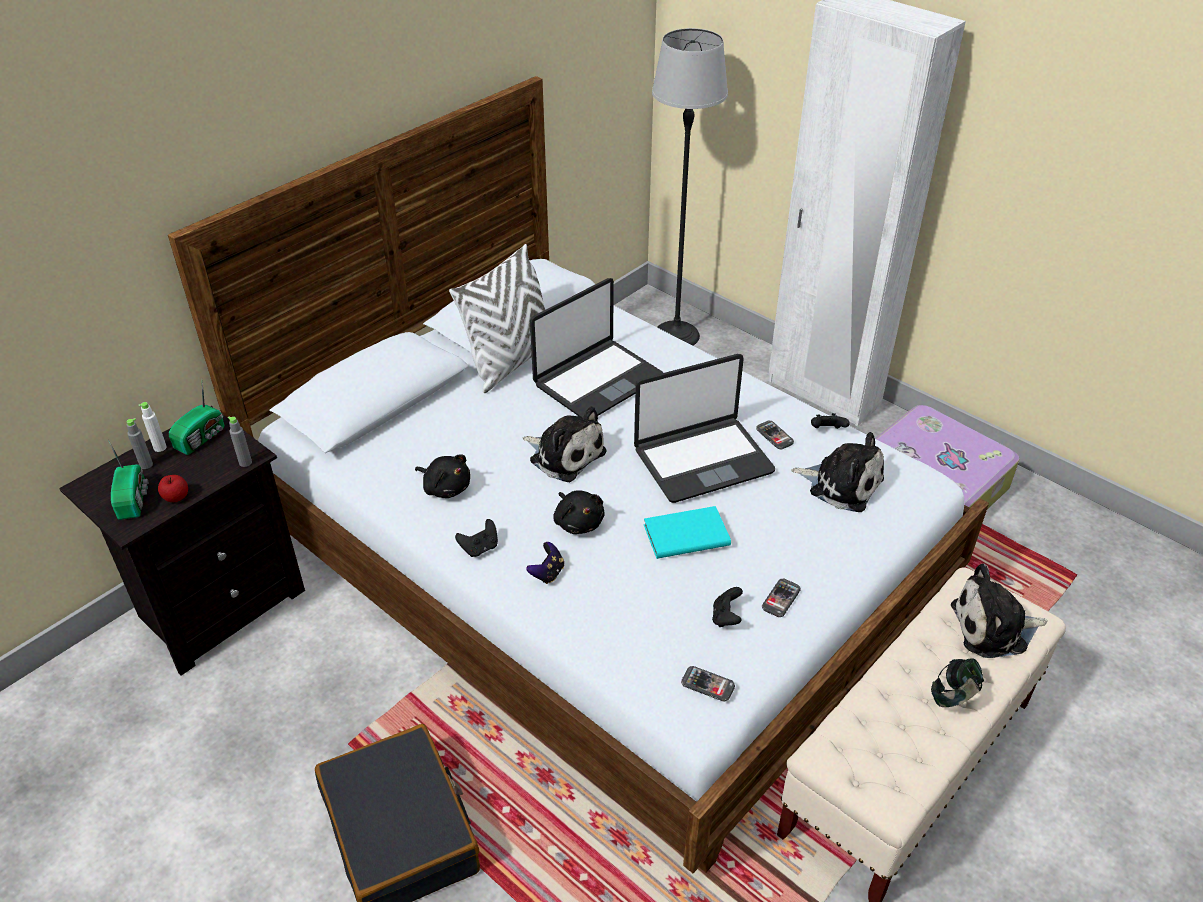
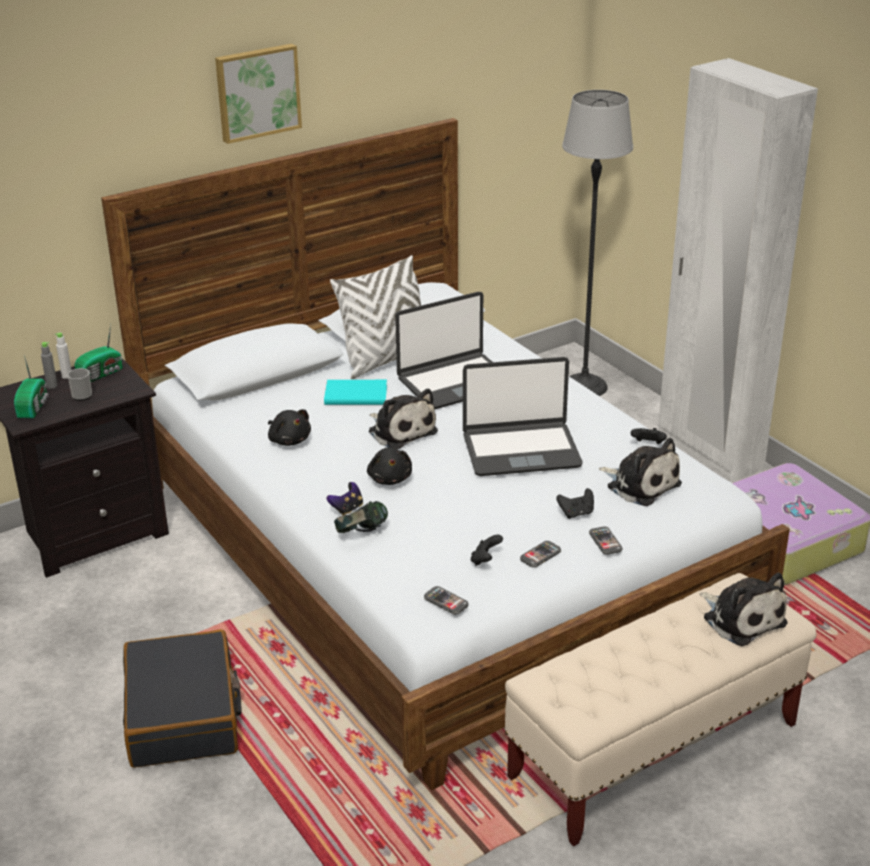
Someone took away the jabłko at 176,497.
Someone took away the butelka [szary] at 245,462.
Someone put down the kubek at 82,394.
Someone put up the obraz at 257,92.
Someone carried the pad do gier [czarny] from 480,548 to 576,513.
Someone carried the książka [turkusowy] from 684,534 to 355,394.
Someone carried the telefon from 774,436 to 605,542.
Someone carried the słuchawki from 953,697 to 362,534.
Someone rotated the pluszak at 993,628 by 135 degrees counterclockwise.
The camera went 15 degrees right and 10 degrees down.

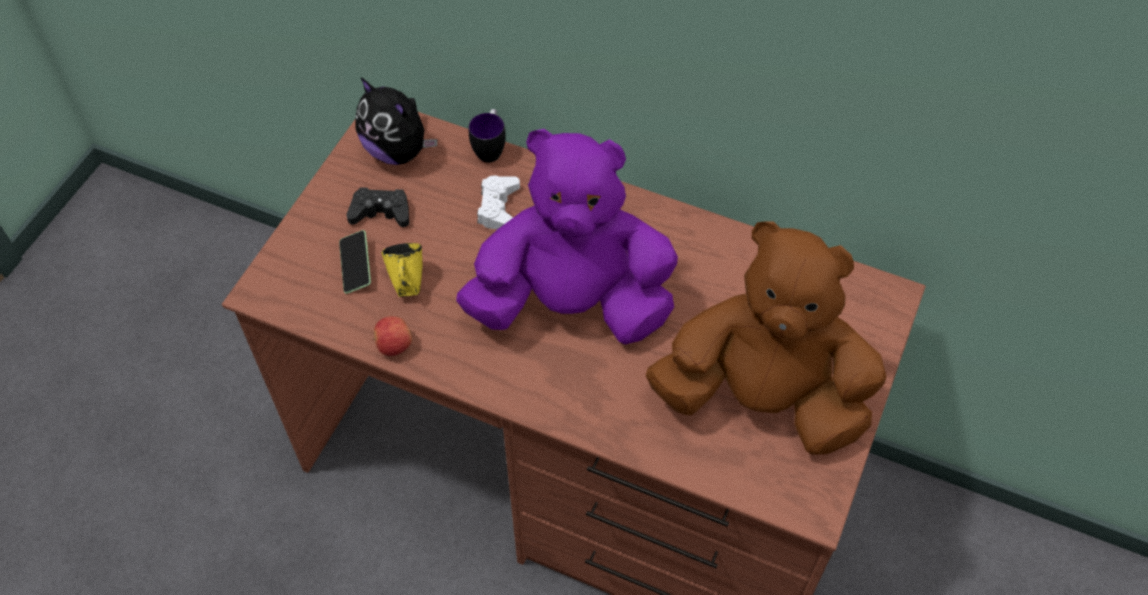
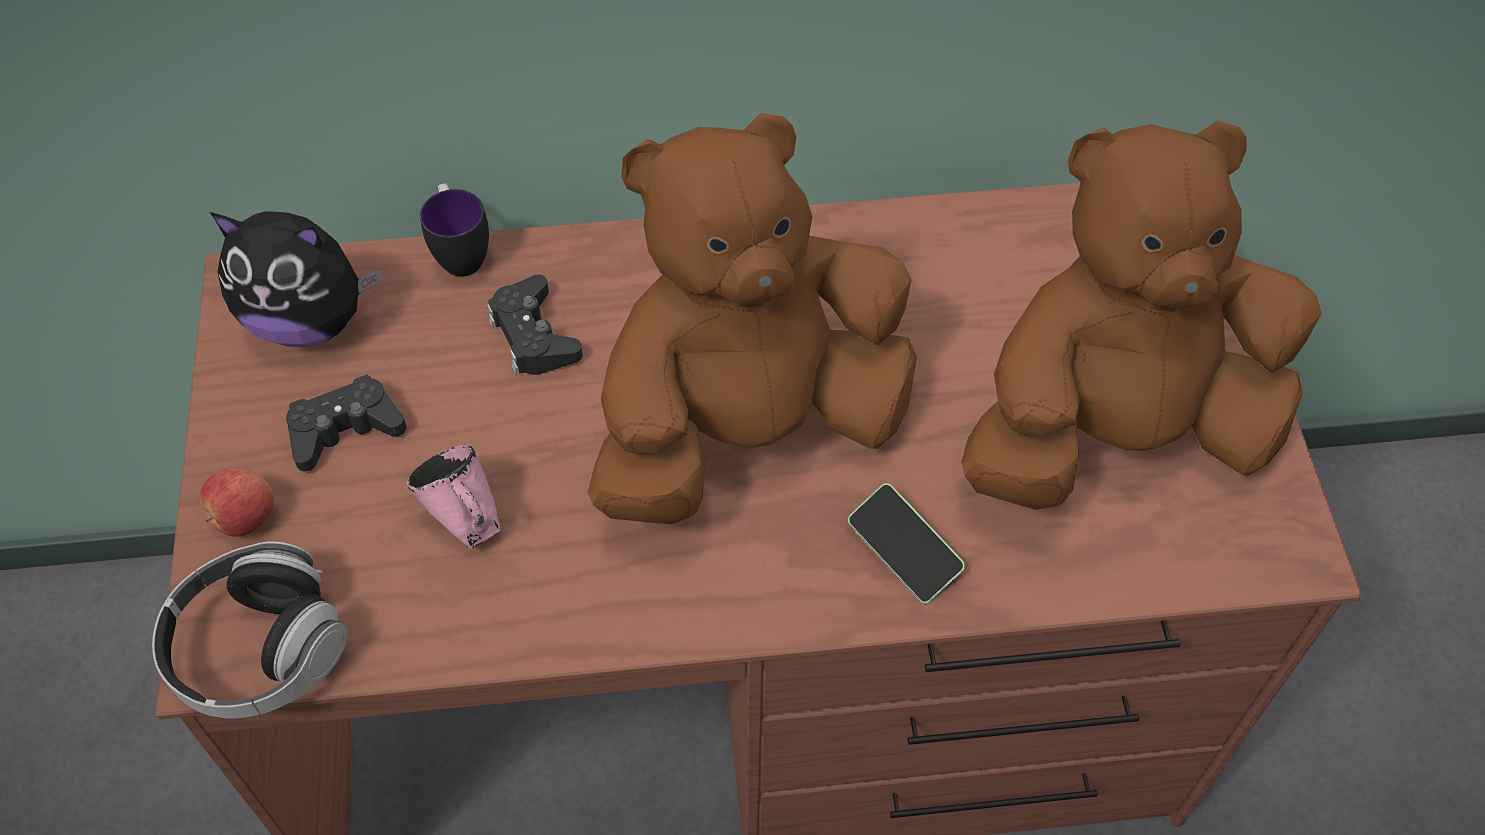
Someone put down the słuchawki at 259,650.
Someone carried the telefon from 356,267 to 904,551.
Someone carried the jabłko from 394,345 to 244,517.
Someone repainted the kubek [żółty] at 407,283, which became the kubek [różowy] at 465,522.
Someone repainted the pluszak [fioletowy] at 572,304, which became the pluszak [brązowy] at 748,428.
Someone repainted the pad do gier [biały] at 498,207, which became the pad do gier [czarny] at 534,335.
The camera went 30 degrees left and 0 degrees up.

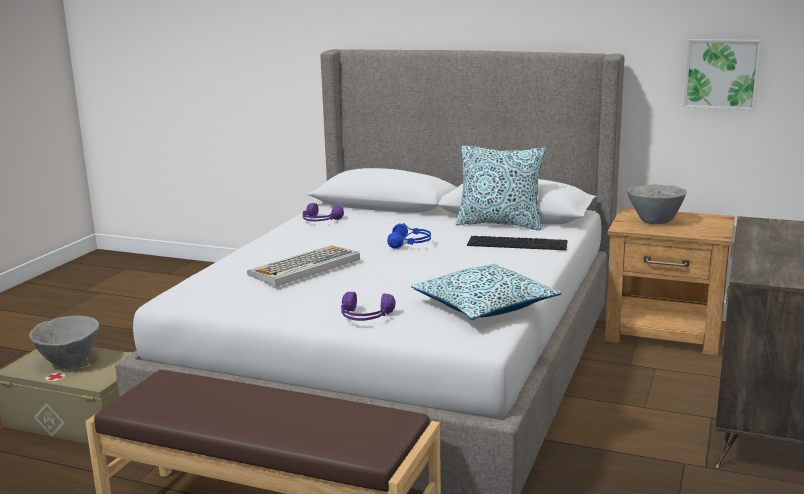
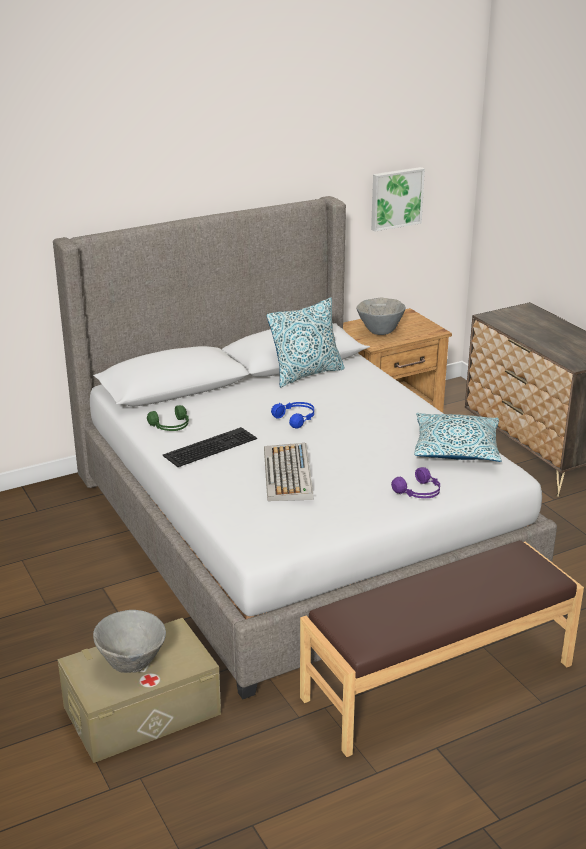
Someone carried the klawiatura from 518,243 to 210,446.
Someone repainted the słuchawki [fioletowy] at 320,221, which became the słuchawki [zielony] at 171,426.
The camera went 50 degrees left and 10 degrees up.

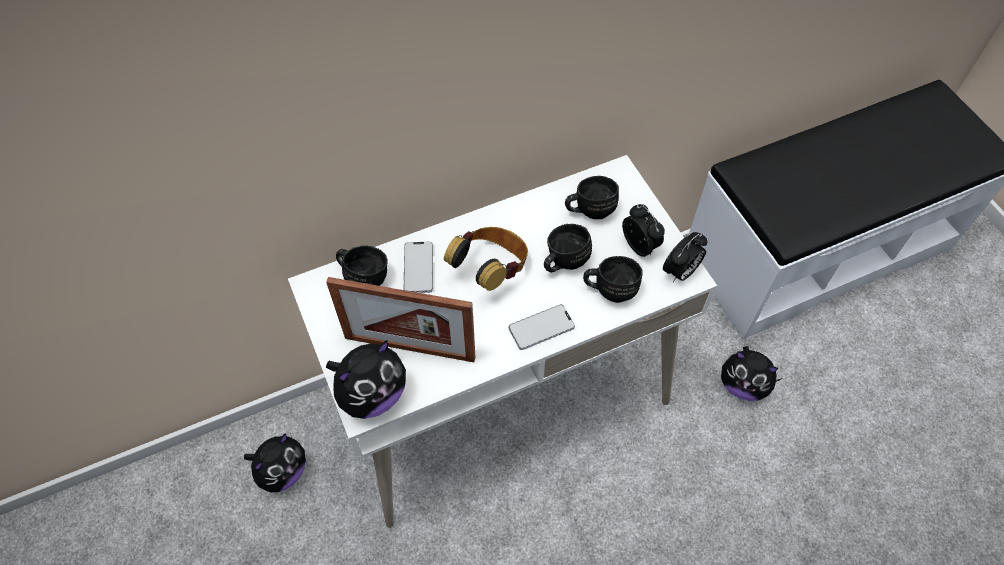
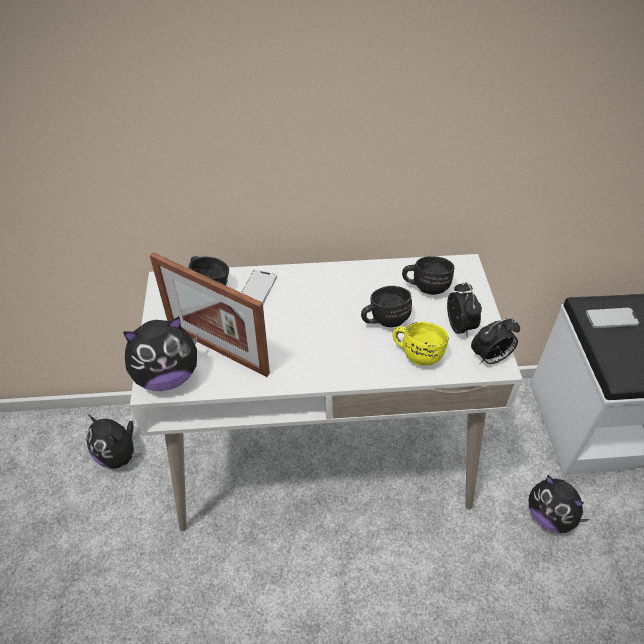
Someone took away the słuchawki at 491,269.
Someone carried the telefon from 541,328 to 611,318.
Someone repainted the kubek [czarny] at 610,288, which became the kubek [żółty] at 417,352.
Someone rotated the pluszak at 282,471 by 75 degrees clockwise.
The camera went 20 degrees right and 10 degrees down.

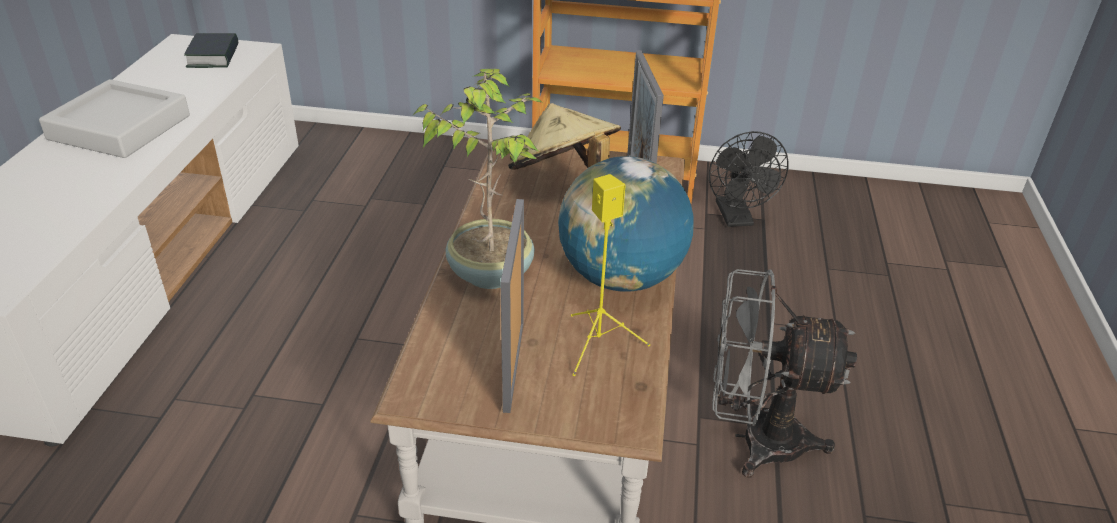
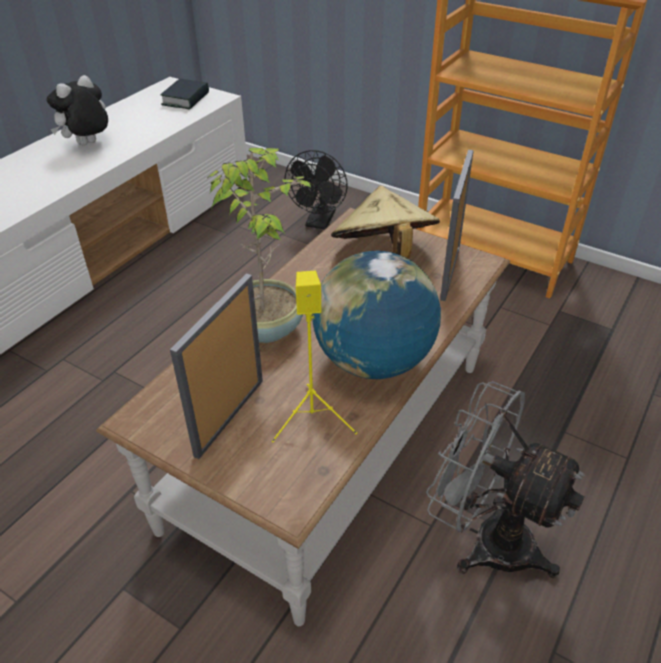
Someone carried the wentylator [czarny] from 737,219 to 319,222.
Someone swapped the taca [szary] at 120,127 for the pluszak at 88,145.
The camera went 25 degrees right and 5 degrees up.

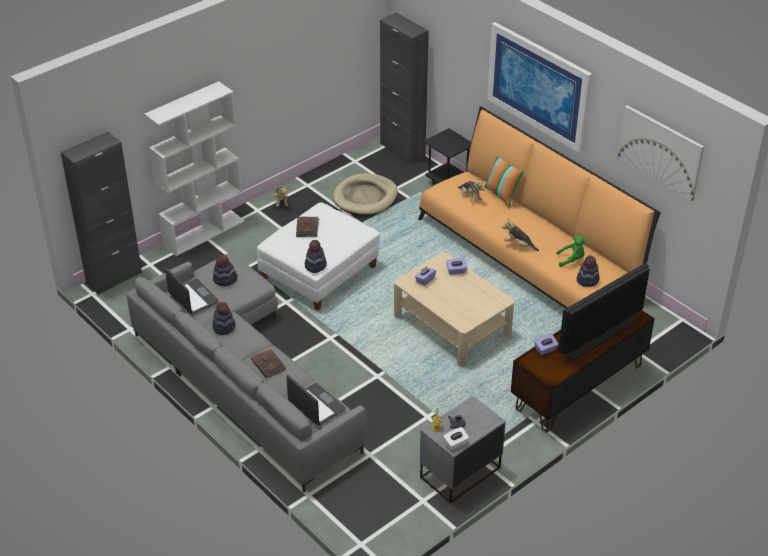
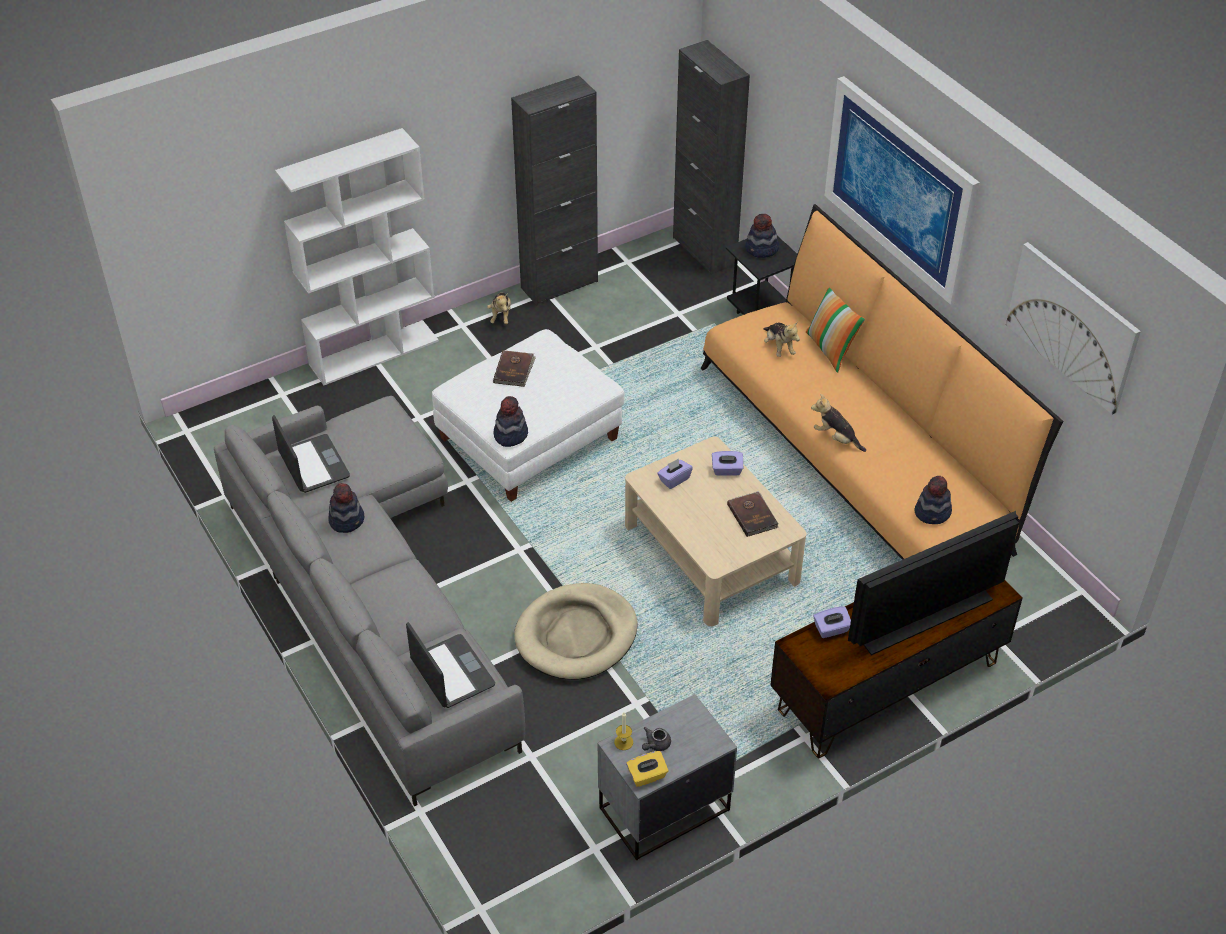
Someone took away the pluszak [zielony] at 571,260.
Someone carried the szafka [czarny] from 114,278 to 559,284.
Someone carried the kapelusz from 225,280 to 761,249.
Someone carried the książka [brązowy] from 269,364 to 753,515.
Someone carried the legowisko [beżowy] from 365,197 to 576,635.
Someone repainted the pudełko chusteczek [biały] at 455,444, which became the pudełko chusteczek [żółty] at 647,776.
The camera went 10 degrees right and 5 degrees up.

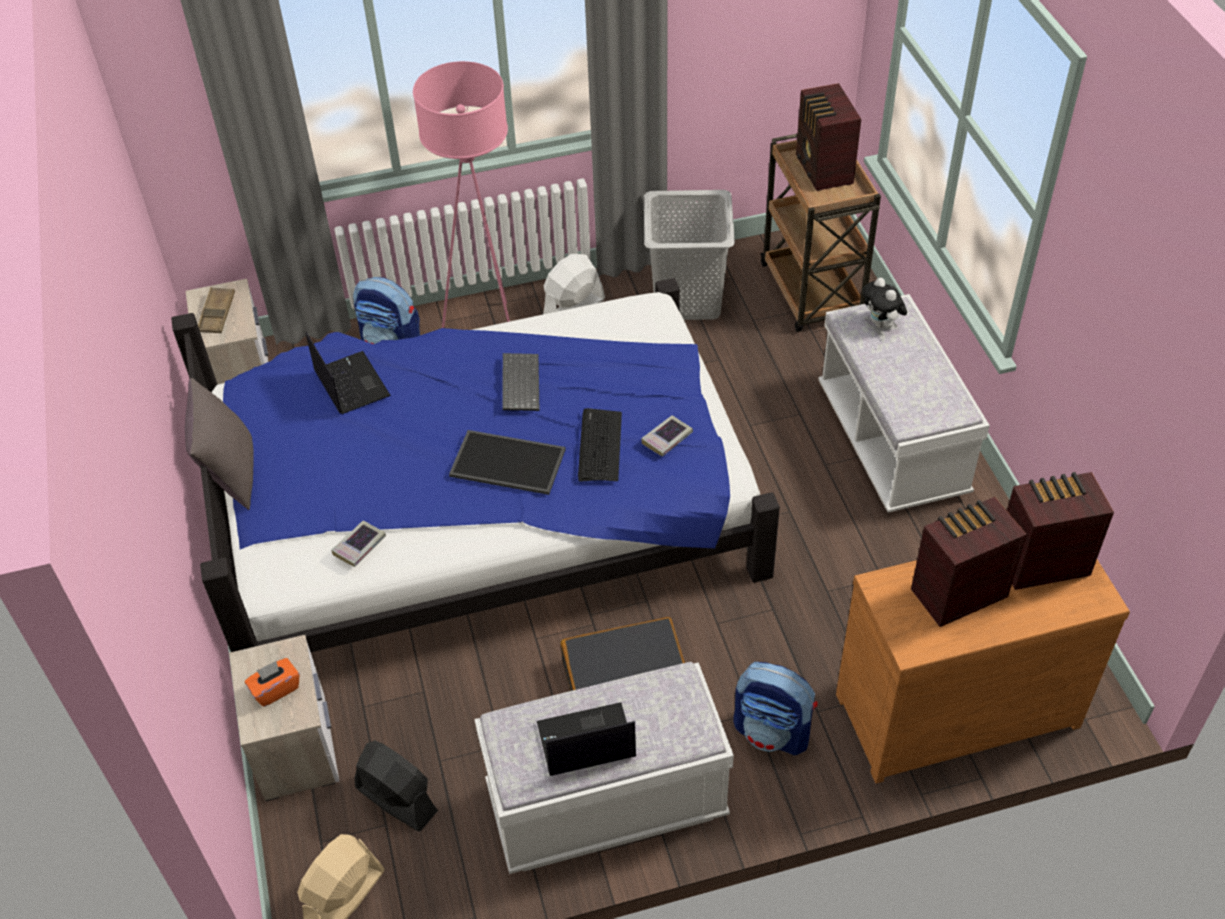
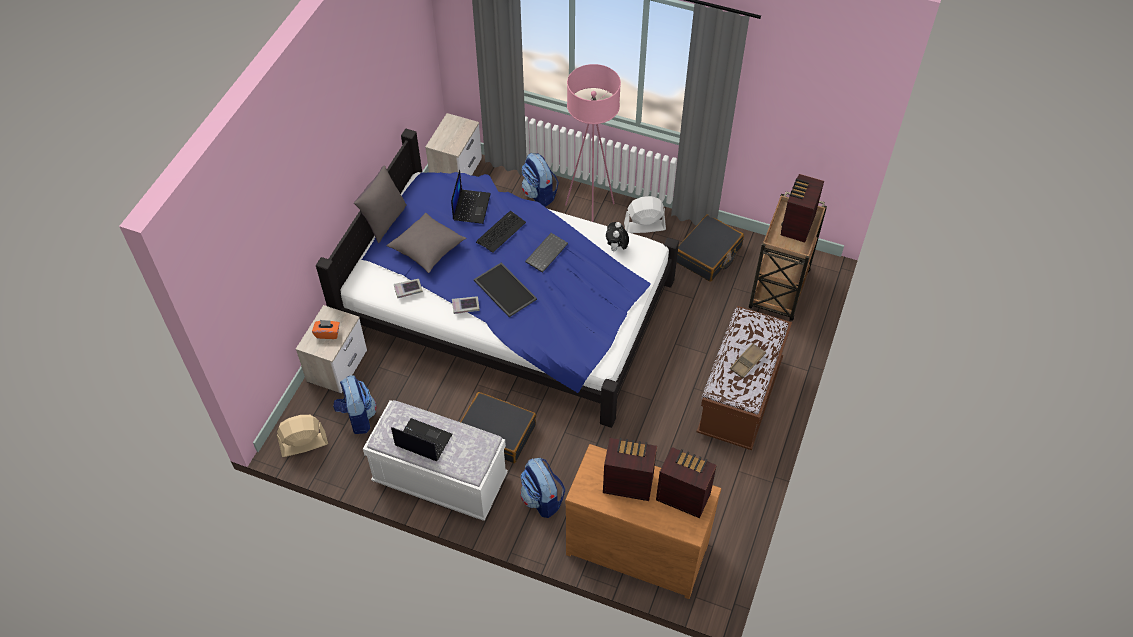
Someone put down the poduszka [szary] at 428,250.
Someone carried the taca [brązowy] from 217,314 to 747,362.
Someone carried the klawiatura from 599,446 to 501,232.
Someone carried the książka from 667,438 to 465,306.
Someone carried the pluszak from 881,324 to 616,248.
Someone swapped the wentylator [czarny] at 396,799 for the plecak at 357,417.
Someone swapped the kosz na pranie [szary] at 686,299 for the walizka [czarny] at 708,254.
Someone repainted the ławka [biały] at 891,442, which became the ławka [brązowy] at 739,398.
The camera went 35 degrees right and 5 degrees up.

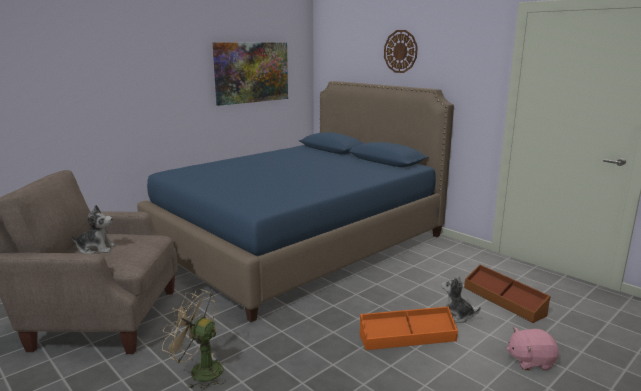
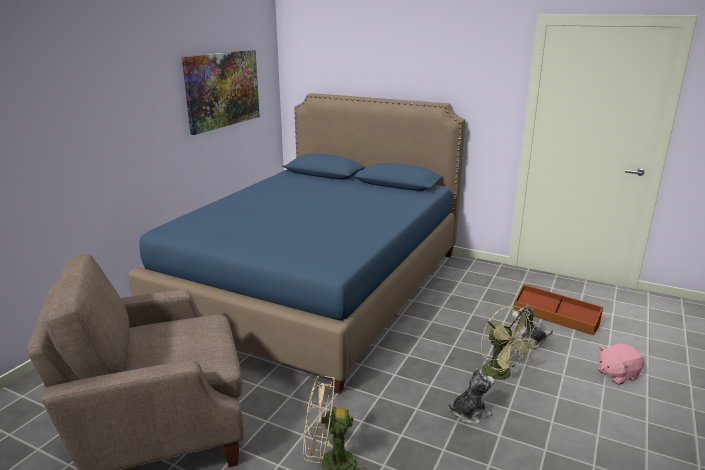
Someone took away the zegar ścienny at 400,51.
Someone carried the pluszak from 96,249 to 469,413.
Someone swapped the pojemnik do przechowywania [pomarańczowy] at 407,337 for the wentylator [zielony] at 501,375.
The camera went 20 degrees left and 5 degrees up.

